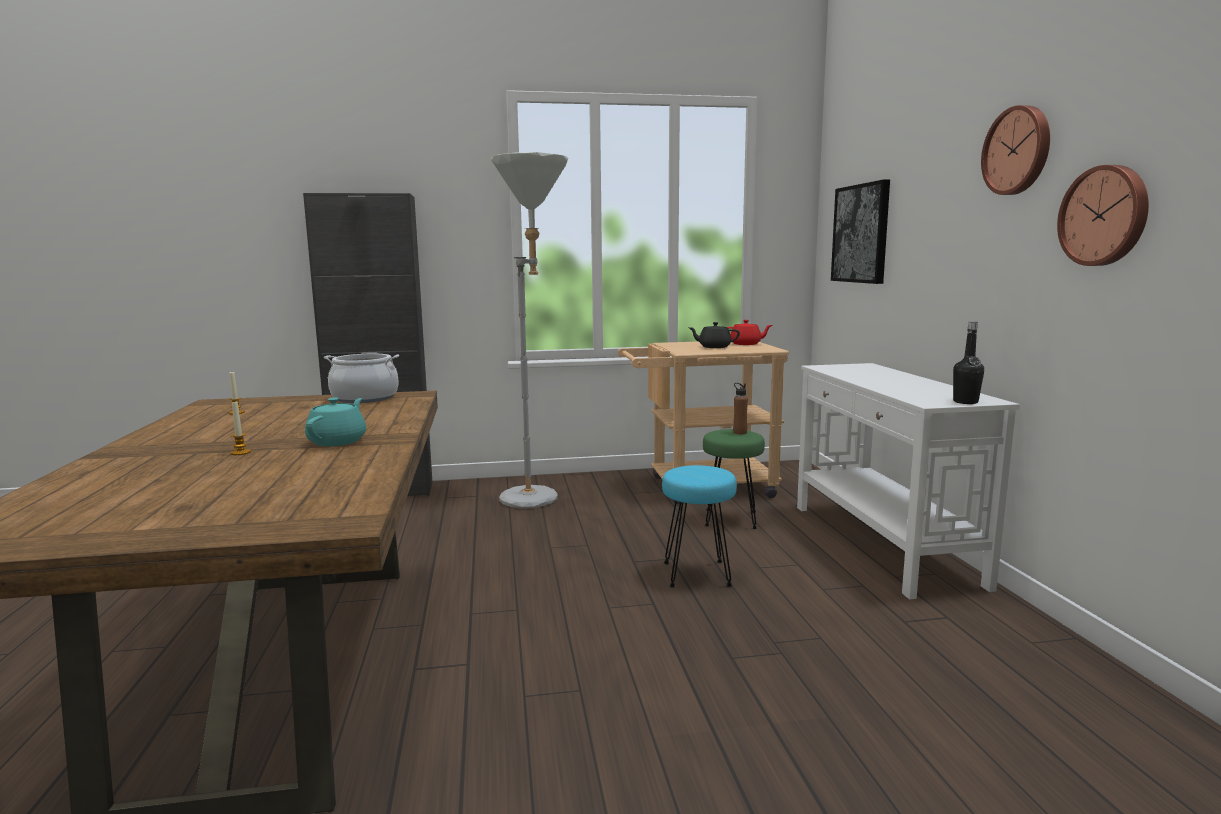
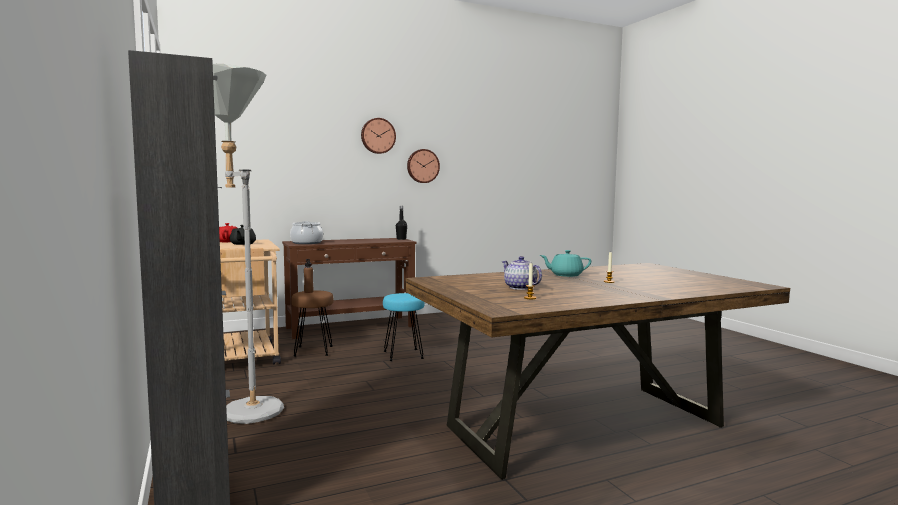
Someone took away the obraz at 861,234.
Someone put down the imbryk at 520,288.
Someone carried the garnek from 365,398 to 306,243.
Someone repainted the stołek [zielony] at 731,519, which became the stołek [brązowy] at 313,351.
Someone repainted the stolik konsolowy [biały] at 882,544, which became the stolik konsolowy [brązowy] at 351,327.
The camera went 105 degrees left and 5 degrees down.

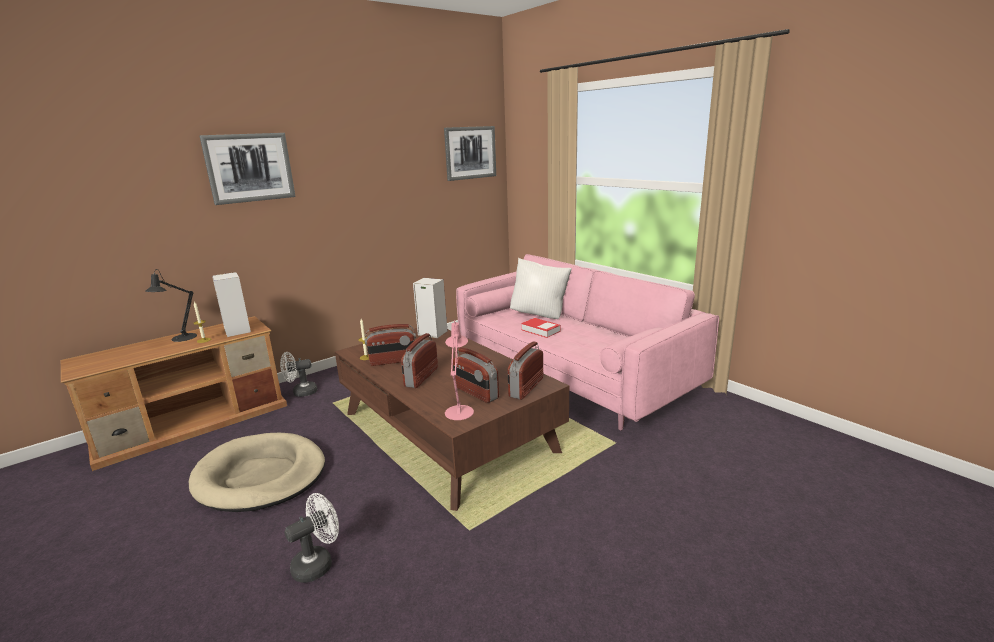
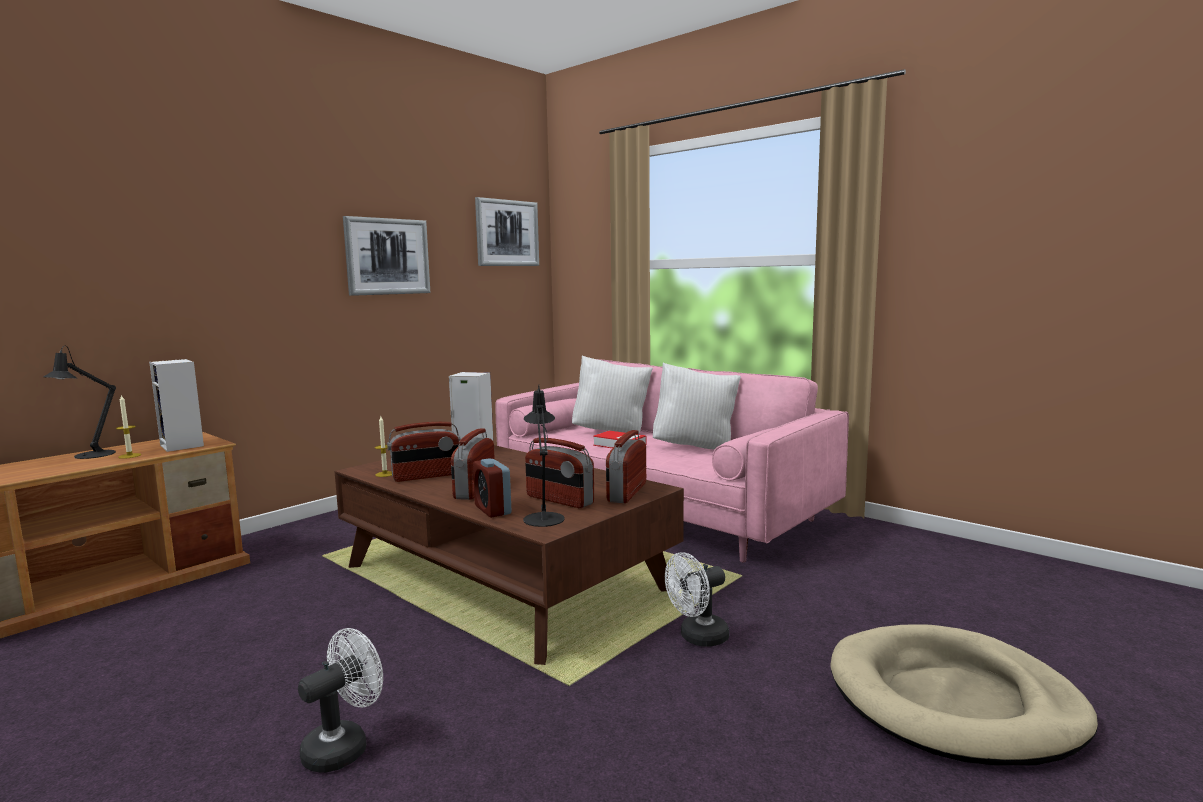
Someone put down the budzik at 492,510.
Someone put down the poduszka [biały] at 695,447.
Someone carried the legowisko [beżowy] from 260,476 to 953,701.
Someone carried the obraz from 249,168 to 387,256.
Someone carried the wentylator [biały] from 301,392 to 698,638.
Someone repainted the lampa stołowa [różowy] at 459,410, which became the lampa stołowa [czarny] at 543,517.
The camera went 10 degrees left and 10 degrees down.

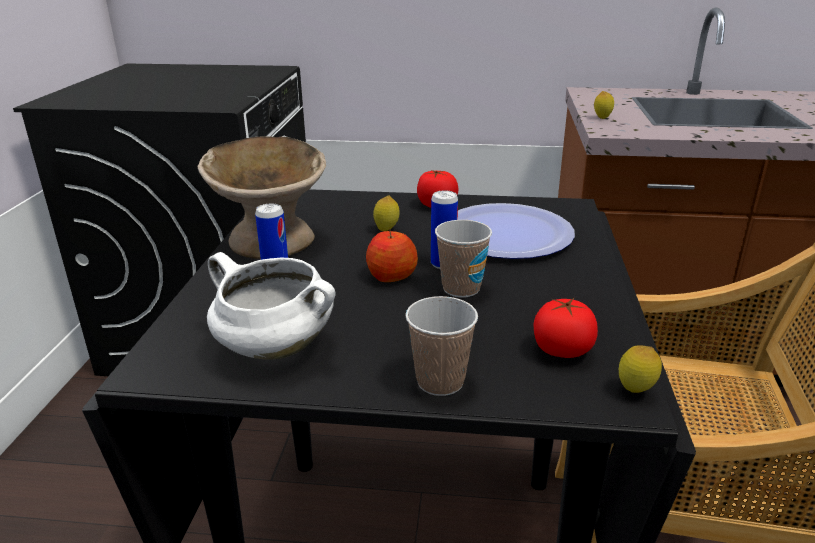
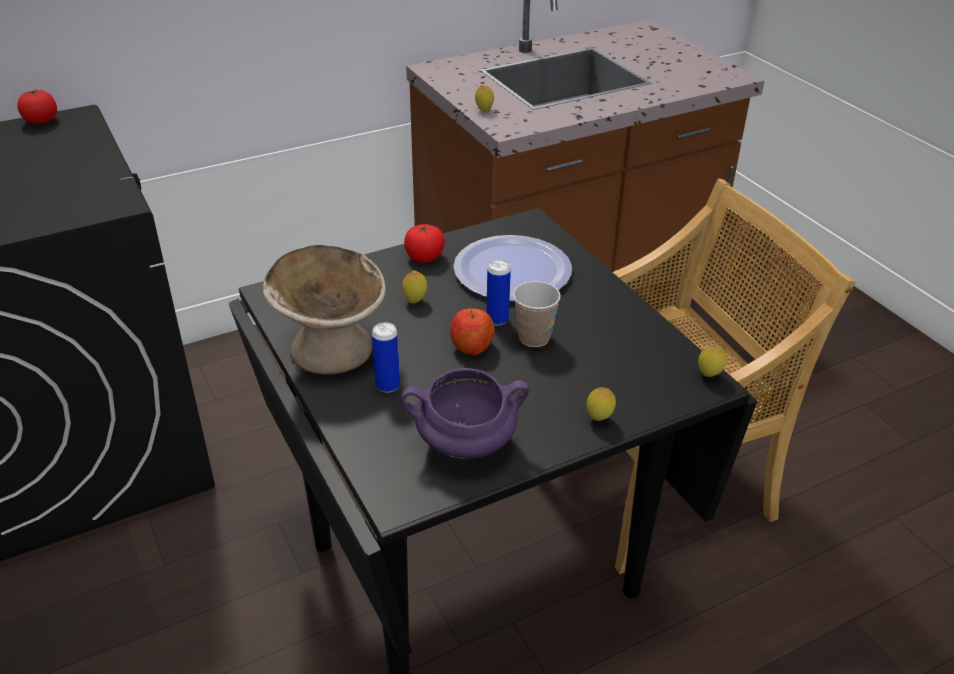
Someone carried the pomidor from 562,350 to 41,121.
Someone swapped the filiżanka at 440,382 for the cytryna at 599,419.
Someone repainted the garnek [biały] at 273,349, which became the garnek [fioletowy] at 464,444.
The camera went 35 degrees left and 10 degrees up.

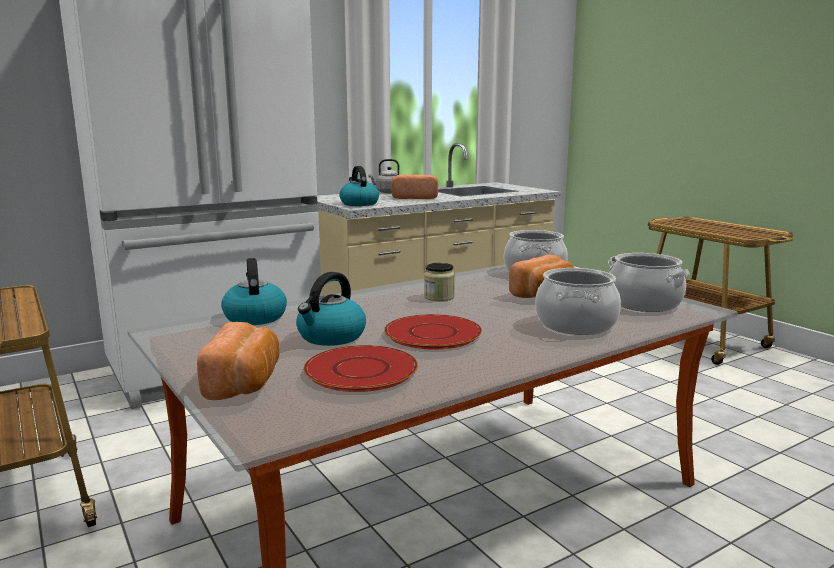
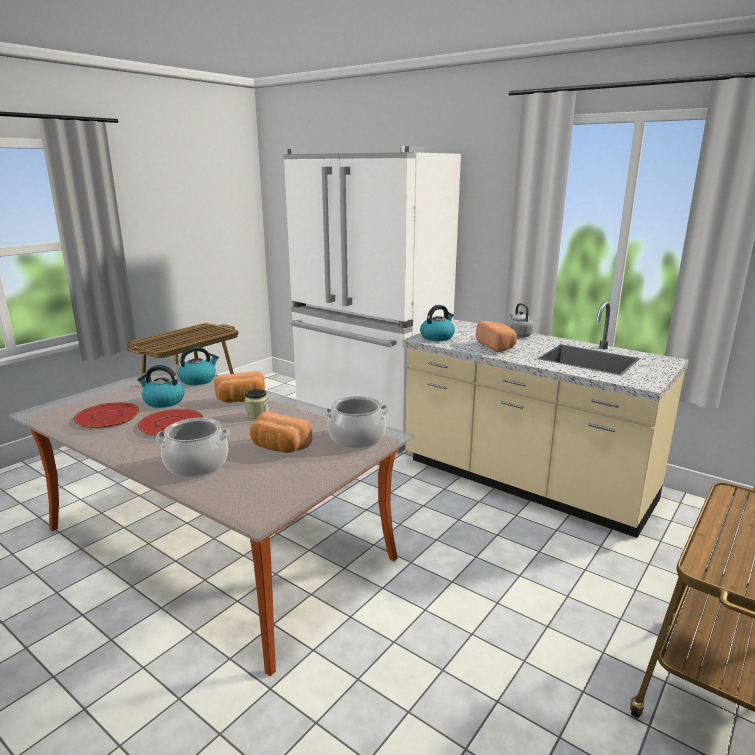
Someone took away the garnek at 644,303.
Someone carried the chleb from 245,383 to 241,400.
The camera went 70 degrees right and 5 degrees up.

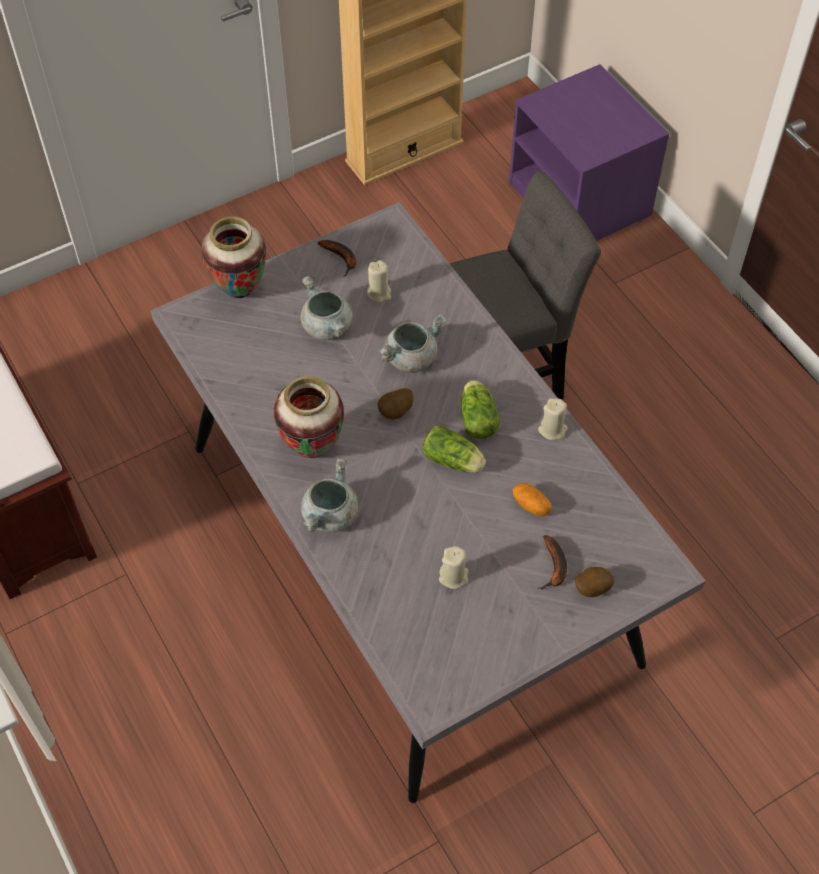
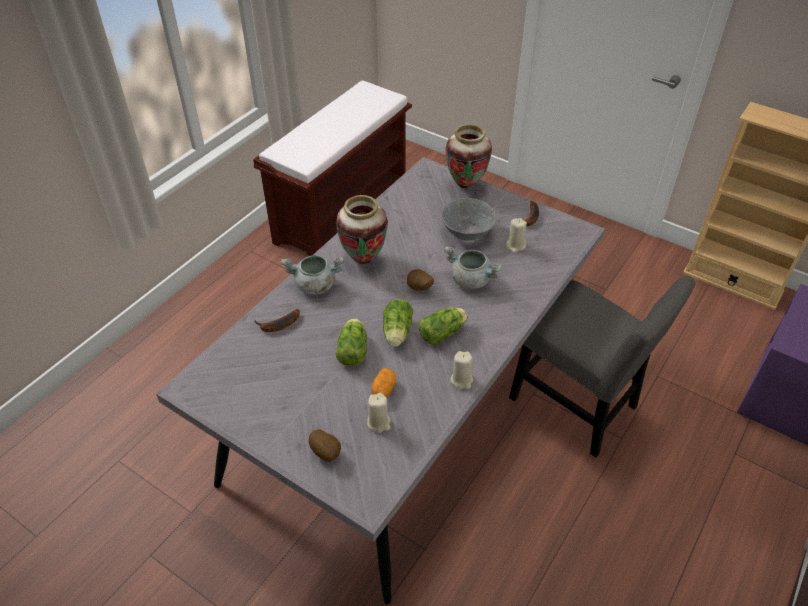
Someone put down the sałata at 353,349.
Someone carried the świeca [beżowy] from 453,576 to 379,422.
Someone carried the banan from 554,568 to 278,326.
Someone swapped the garnek [szary] at 327,327 for the miska [szary] at 467,232.
The camera went 65 degrees right and 10 degrees down.

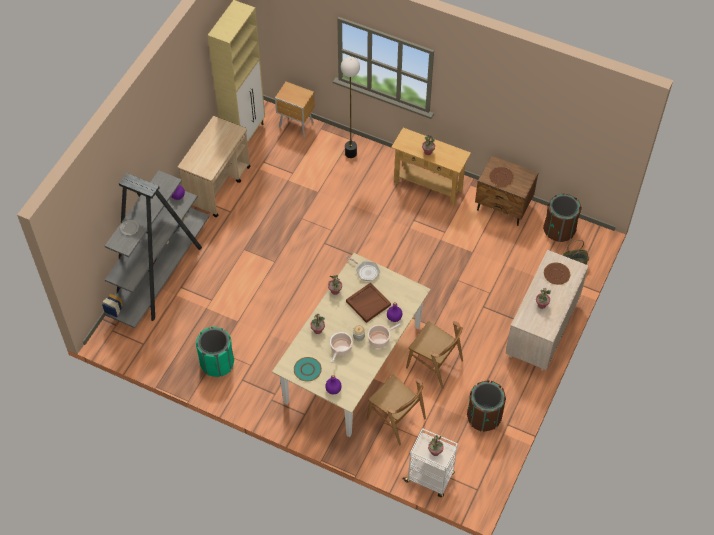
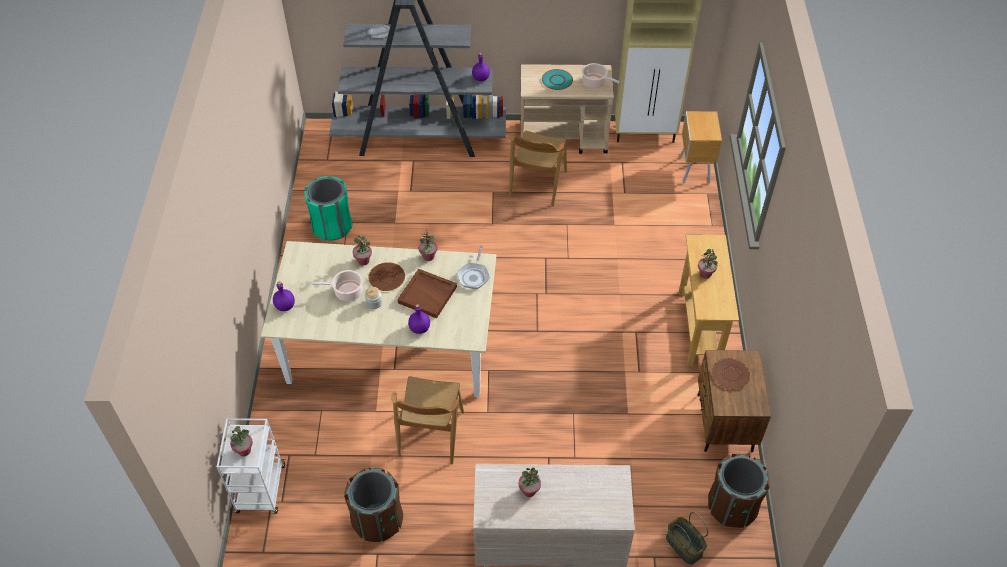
Someone took away the lampa stojąca at 350,153.
Someone carried the talerz [turkusowy] from 307,369 to 557,80.
Someone carried the krzesło [brązowy] from 396,419 to 537,184.
Someone carried the garnek from 380,339 to 595,83.
Someone carried the talerz [brązowy] from 556,274 to 386,277.
The camera went 65 degrees right and 5 degrees down.

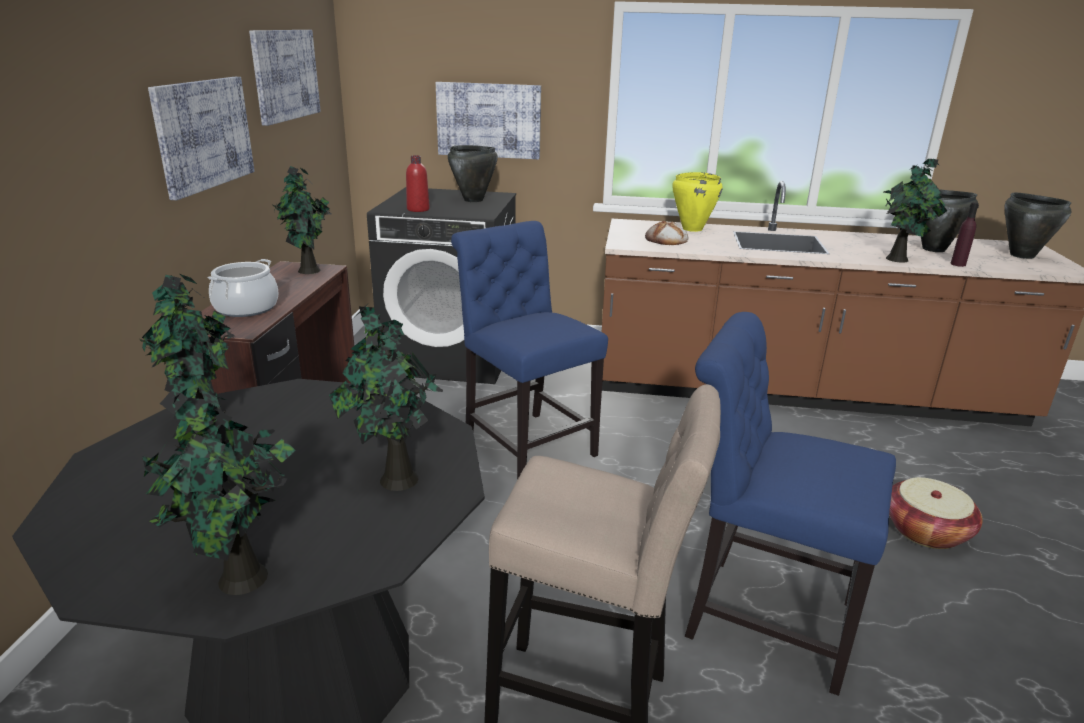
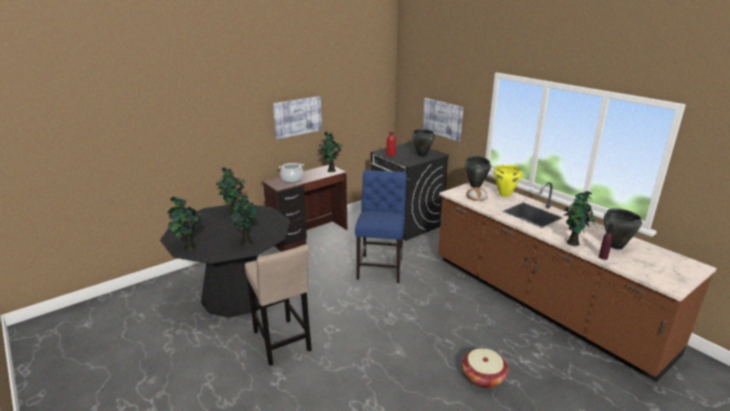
Someone took away the obraz at 285,75.
Someone took away the krzesło [niebieski] at 760,616.
Someone carried the garnek [czarny] from 1021,255 to 475,186.
The camera went 45 degrees right and 0 degrees up.

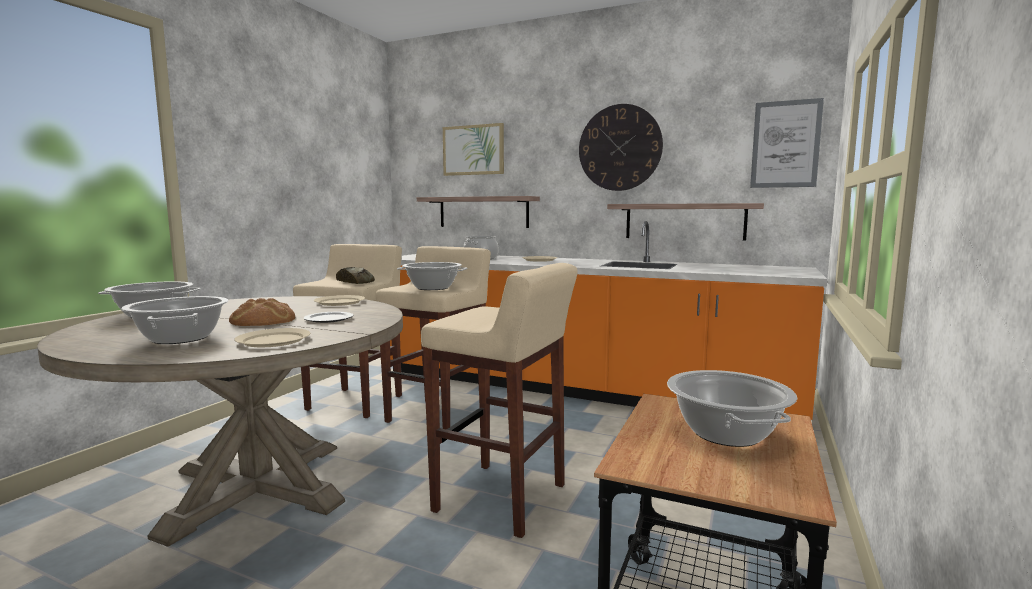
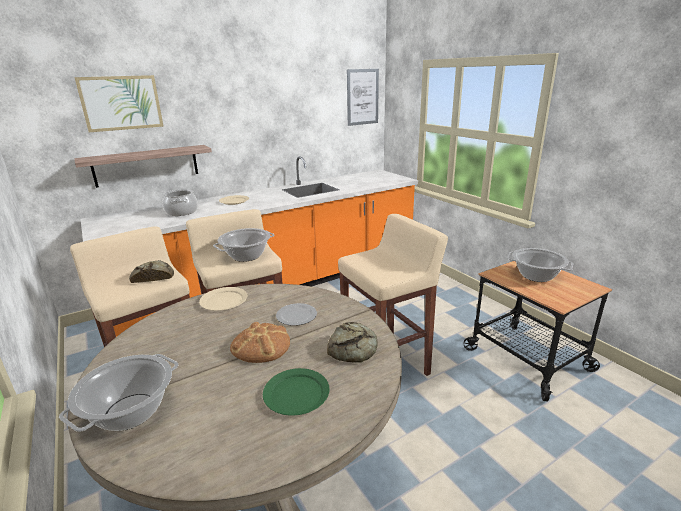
Someone took away the zegar ścienny at 619,148.
Someone took away the półka at 684,221.
Someone swapped the garnek at 181,338 for the talerz [zielony] at 297,393.
Someone swapped the talerz [beżowy] at 274,340 for the chleb at 354,348.
The camera went 55 degrees left and 15 degrees up.

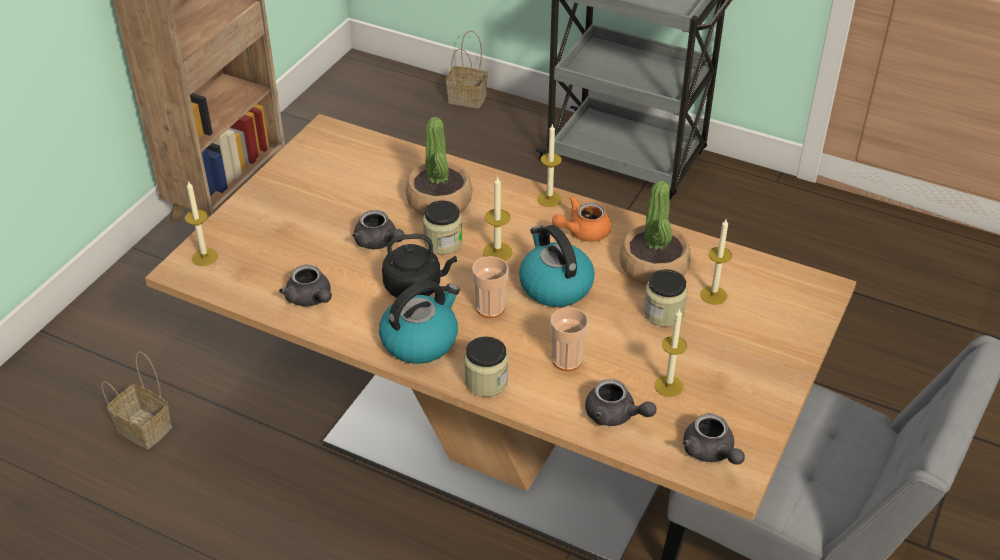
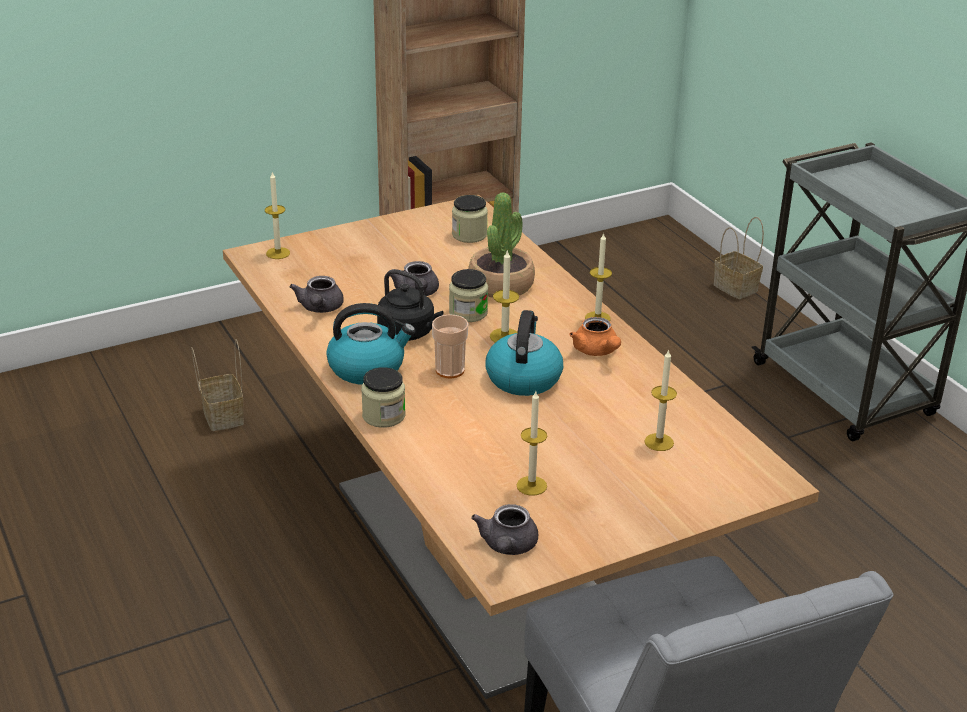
Someone took away the filiżanka at 567,360.
Someone took away the imbryk [szary] at 615,415.
Someone took away the roślina doniczkowa at 654,267.
Someone carried the słoik from 663,313 to 469,235.
Someone rotated the imbryk [pomarańczowy] at 582,232 by 120 degrees counterclockwise.
The camera went 35 degrees right and 10 degrees down.

